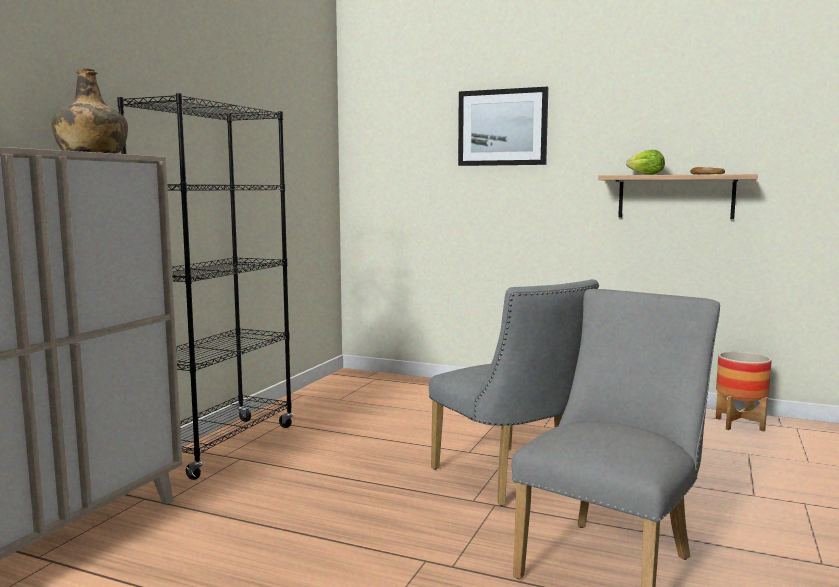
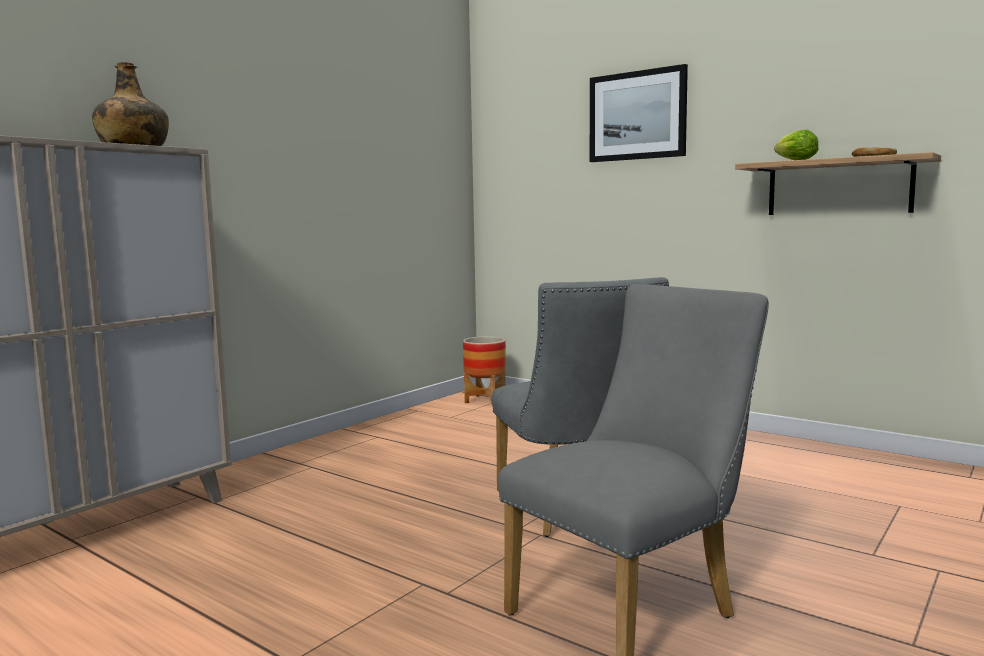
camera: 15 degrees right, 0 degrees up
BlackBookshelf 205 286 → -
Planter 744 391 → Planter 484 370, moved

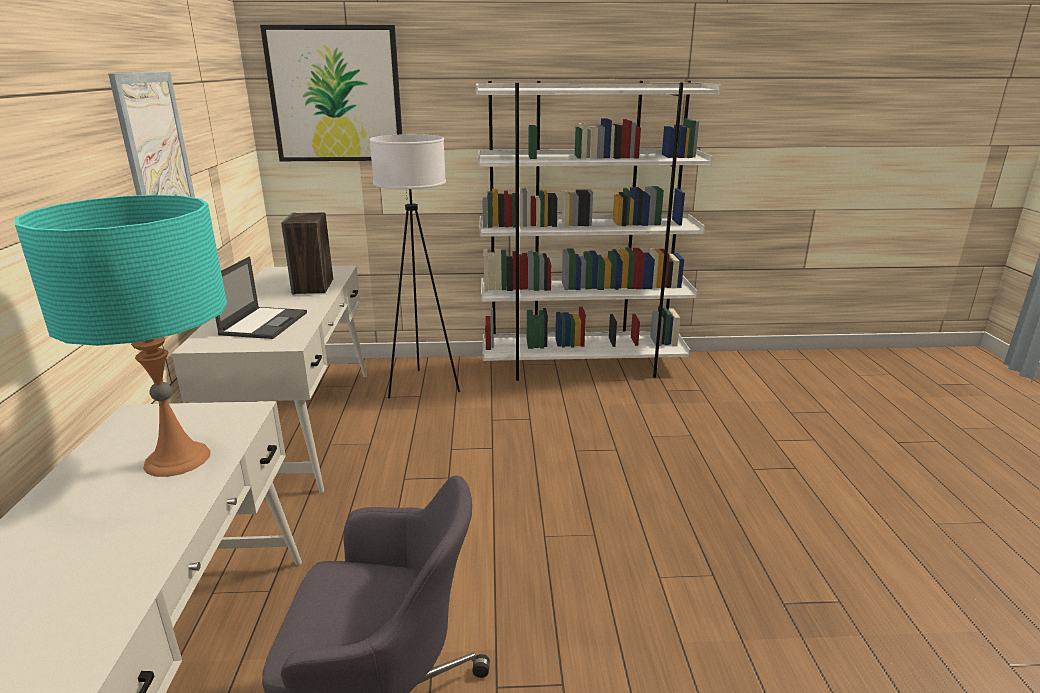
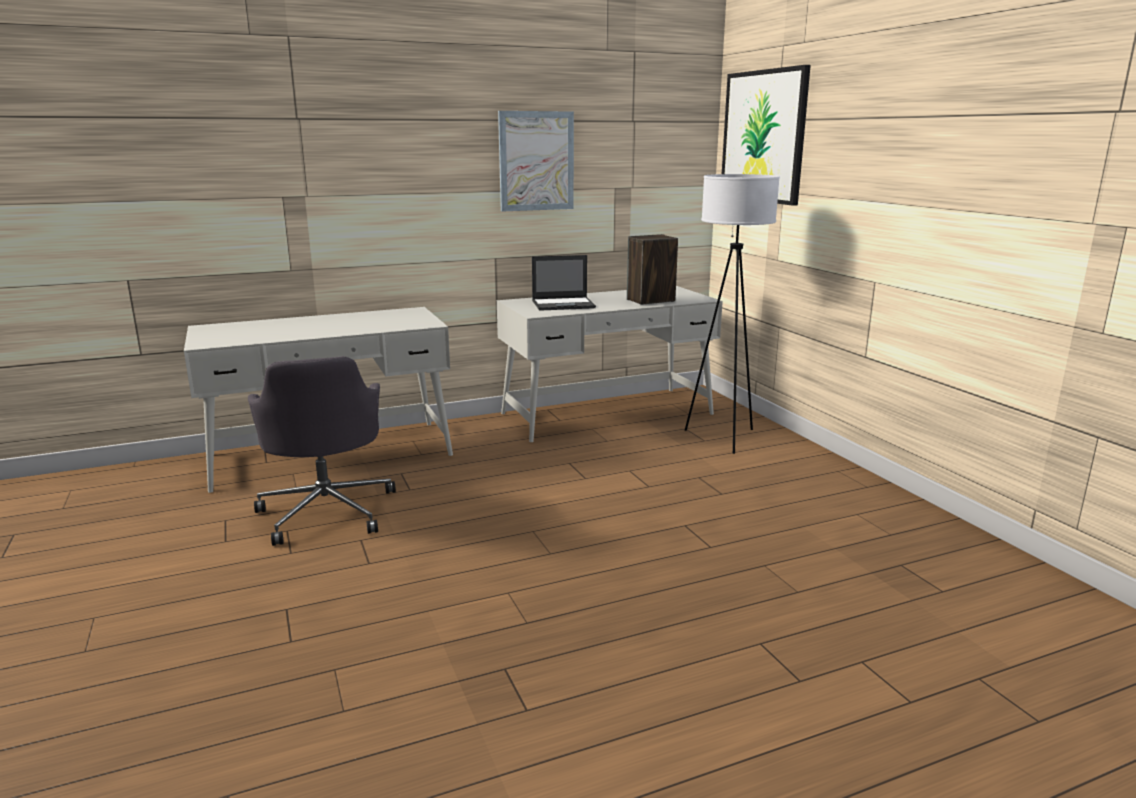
camera: 70 degrees right, 5 degrees down
WhiteColouredBookshelf 598 231 → -
TurquoiseTabletopLamp 121 336 → -

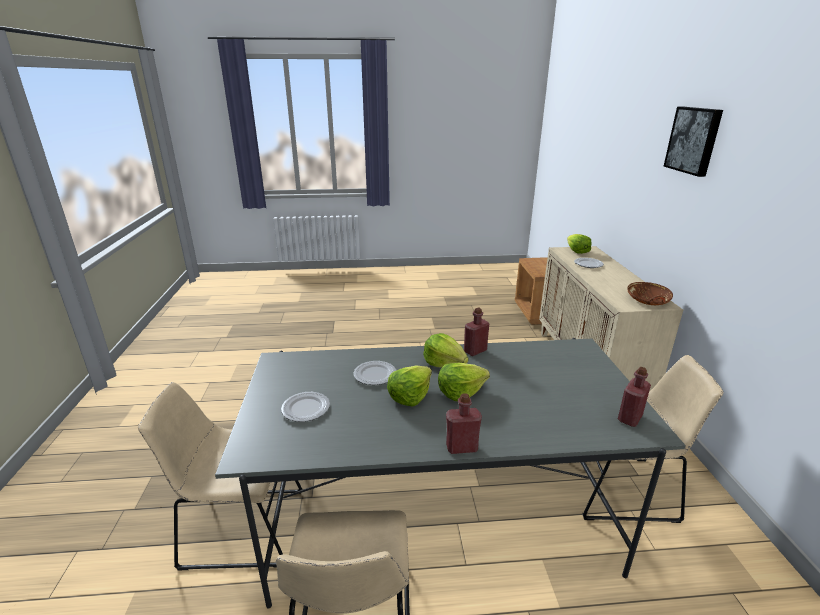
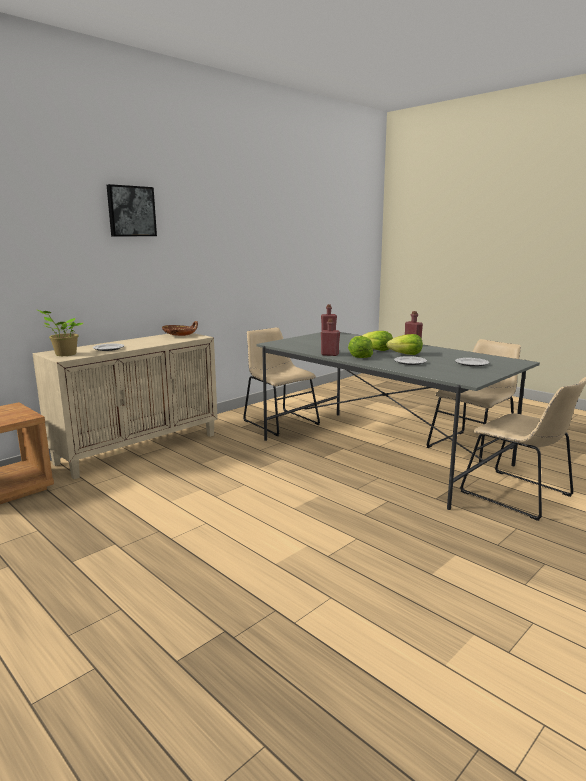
camera: 130 degrees left, 10 degrees down
Lettuce 579 244 → Houseplant 60 333

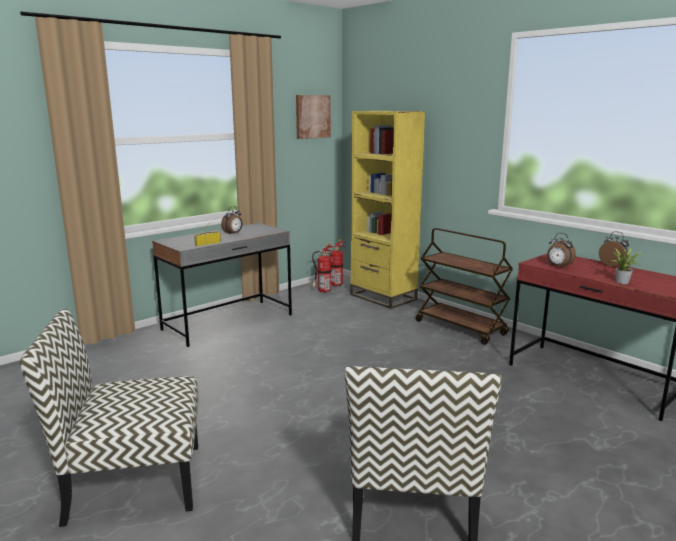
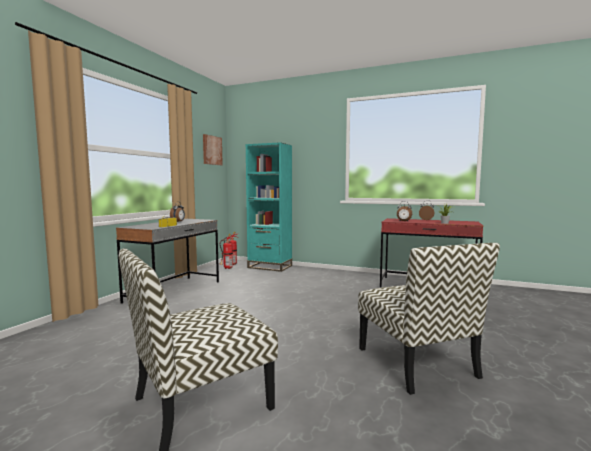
camera: 25 degrees left, 10 degrees down
YellowBookshelf 387 210 → TurquoiseBookshelf 269 207
BrownColouredCart 464 286 → -

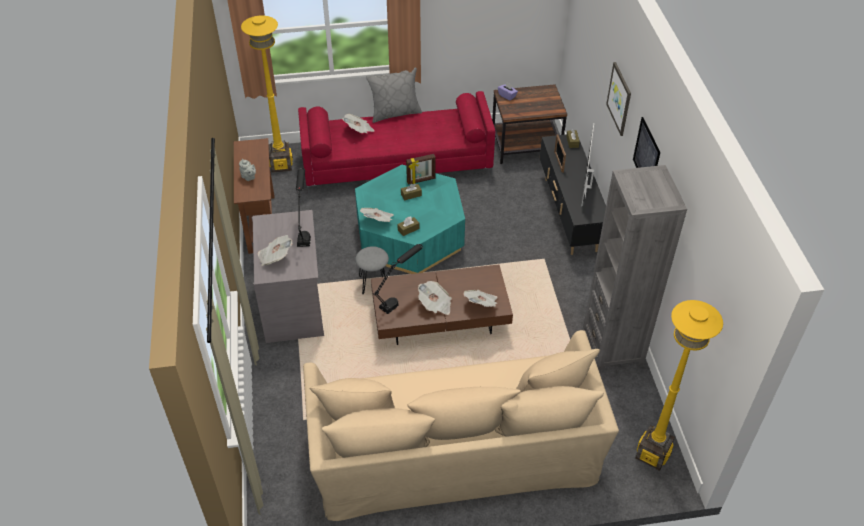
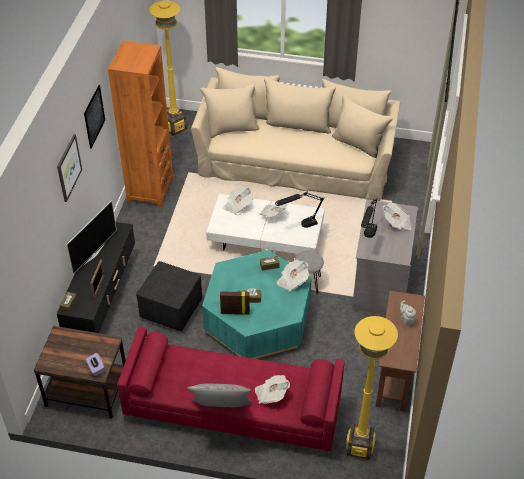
camera: 160 degrees left, 0 degrees up
GreyBookshelf 635 267 → OrangeBookshelf 140 124
BrownColouredCoffeeTable 442 305 → WhiteColouredCoffeeTable 265 224
- → BlackFootrest 169 296

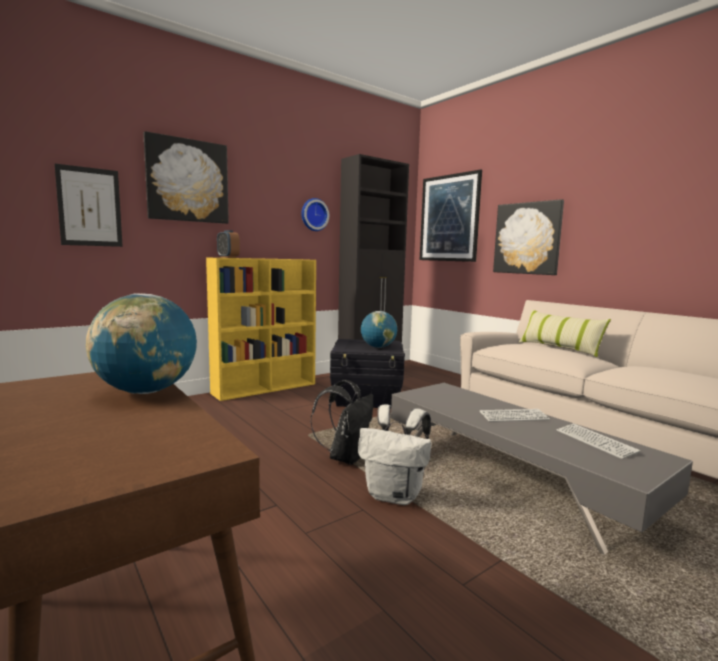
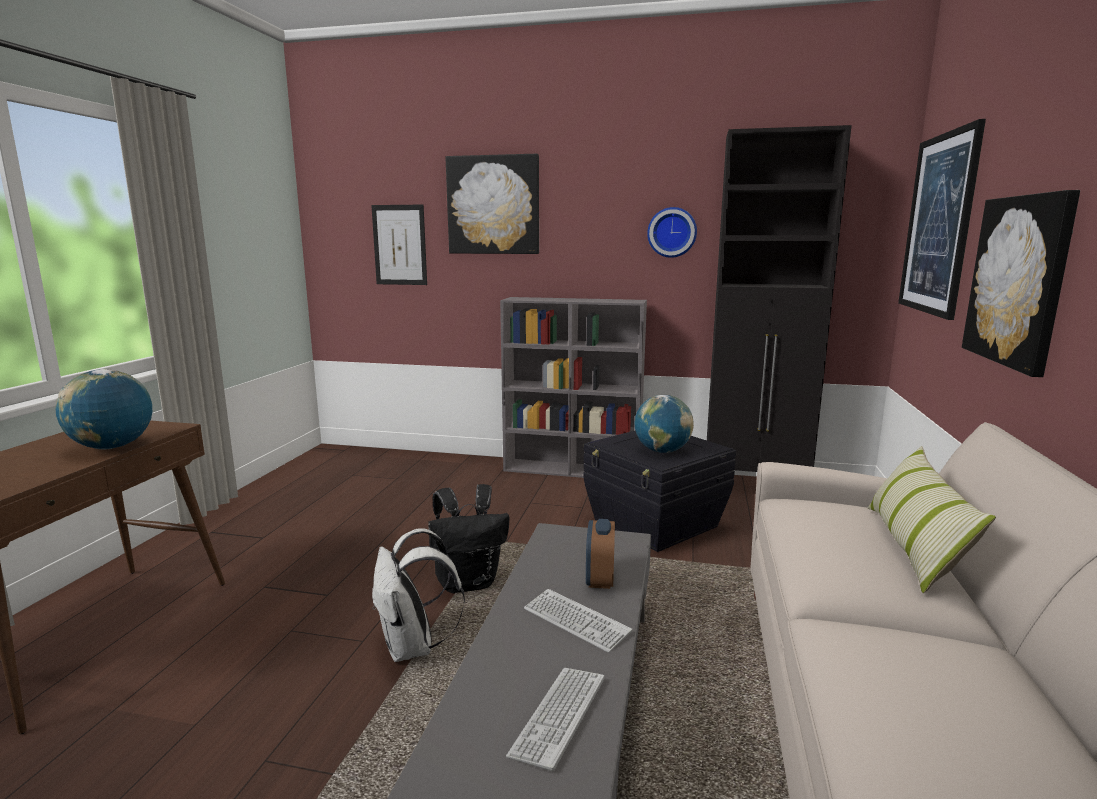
camera: 50 degrees right, 5 degrees up
BedsideClock 228 244 → BedsideClock 600 554, moved
YellowBookshelf 261 329 → GreyBookshelf 573 387

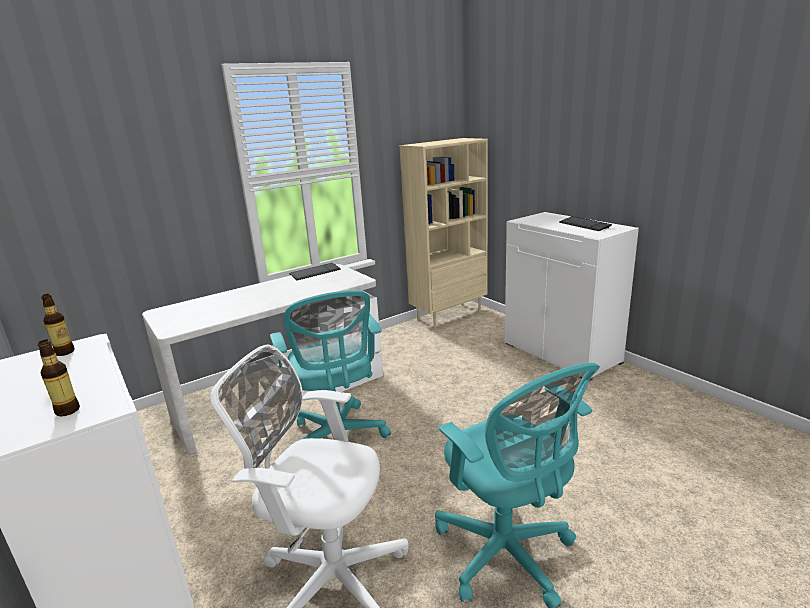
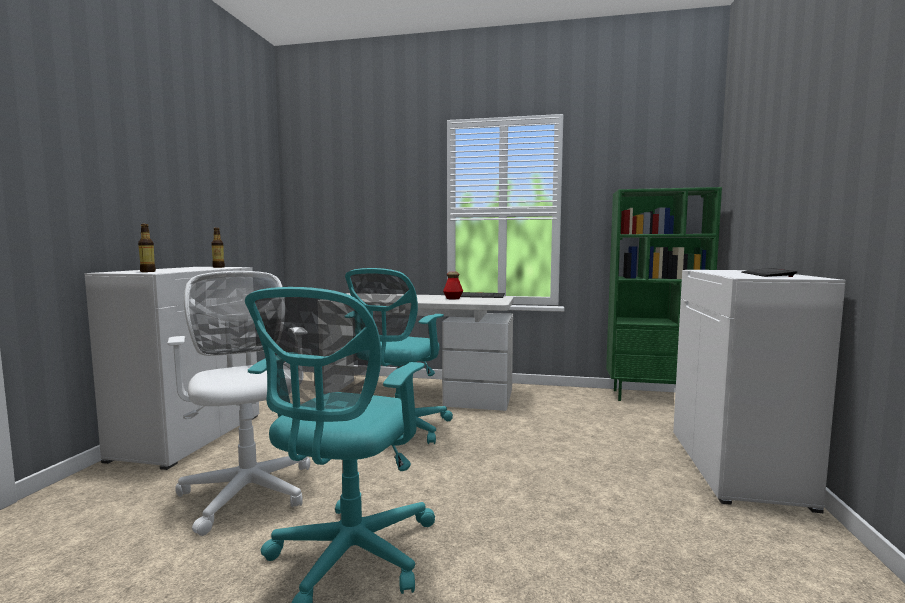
camera: 45 degrees right, 15 degrees down
BeigeColouredBookshelf 444 233 → GreenishBookshelf 664 294
- → DrinkBottle 453 285

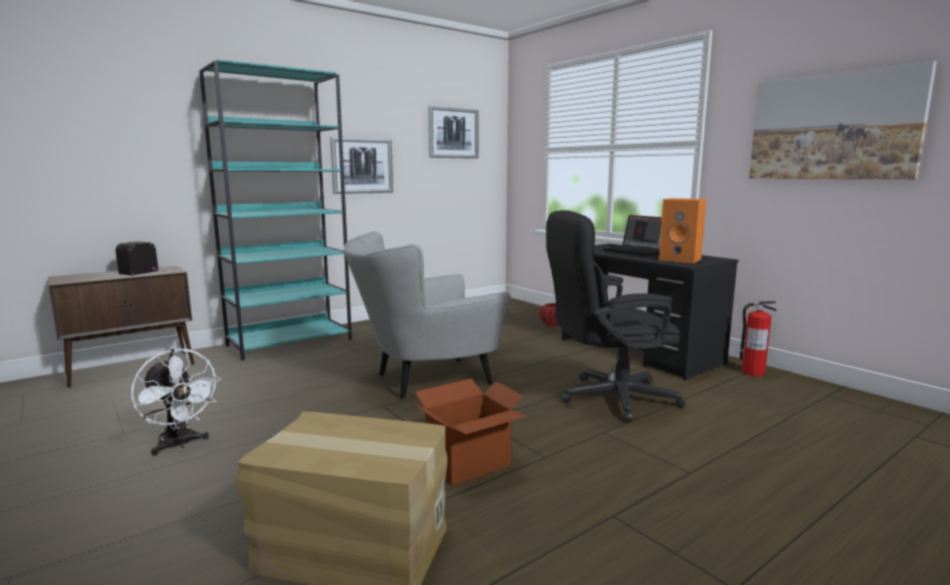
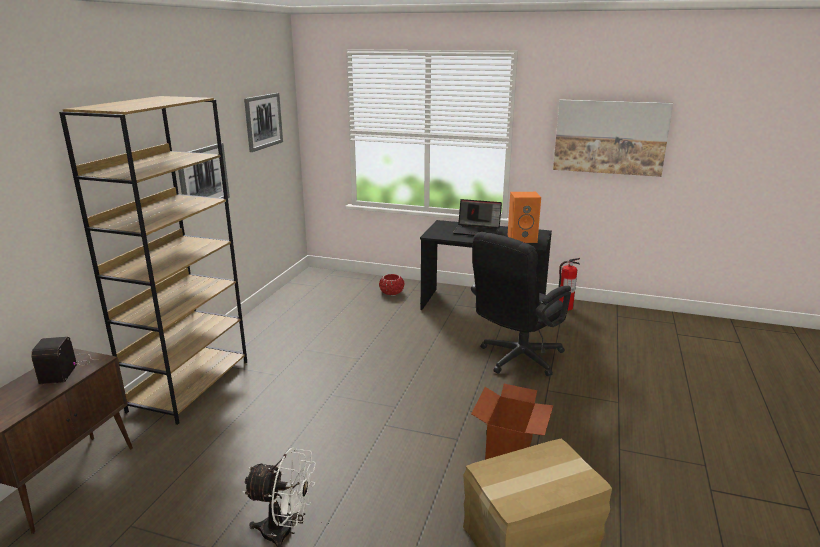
camera: 35 degrees left, 10 degrees up
TurquoiseBookshelf 275 209 → BrownColouredBookshelf 153 260
GreyEasyChair 427 315 → -

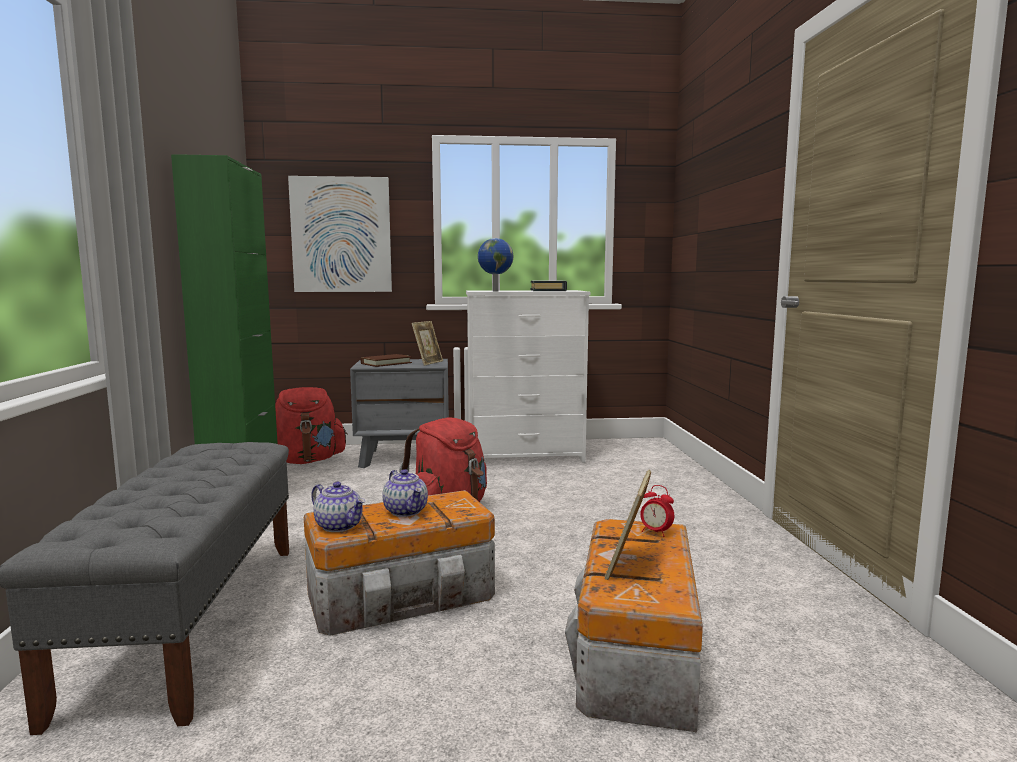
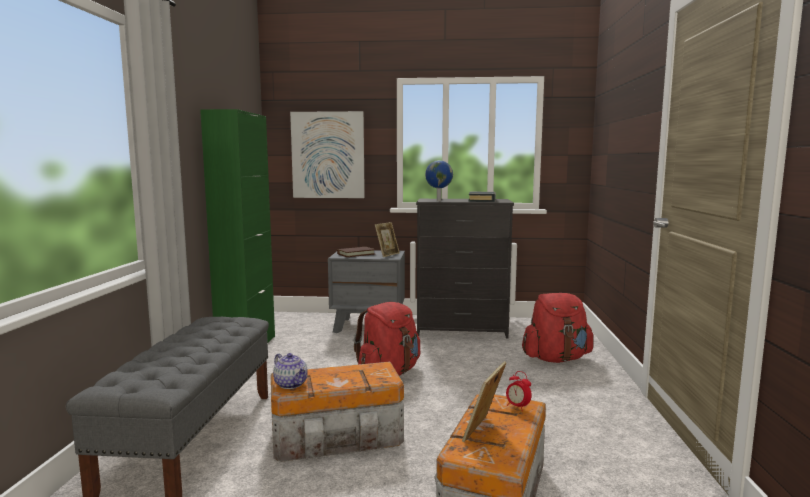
camera: 10 degrees right, 0 degrees up
WhiteColouredChestOfDrawers 528 376 → BlackChestOfDrawers 465 268
RedColouredRucksack 311 425 → RedColouredRucksack 557 328, moved
TeaPot 405 493 → -

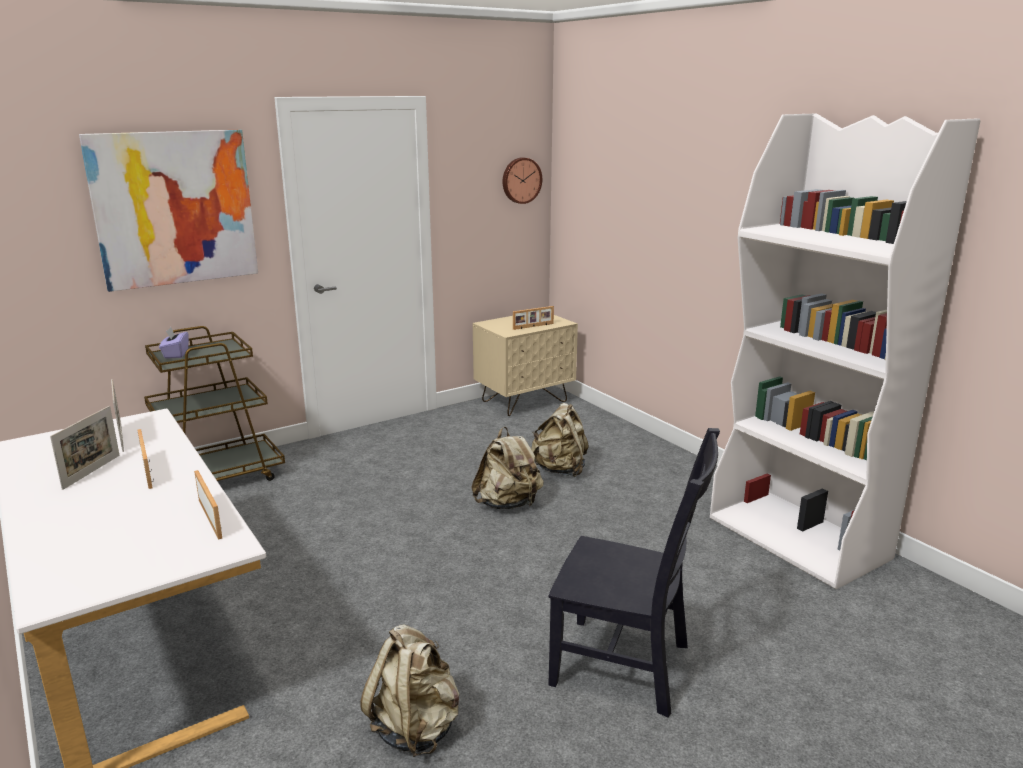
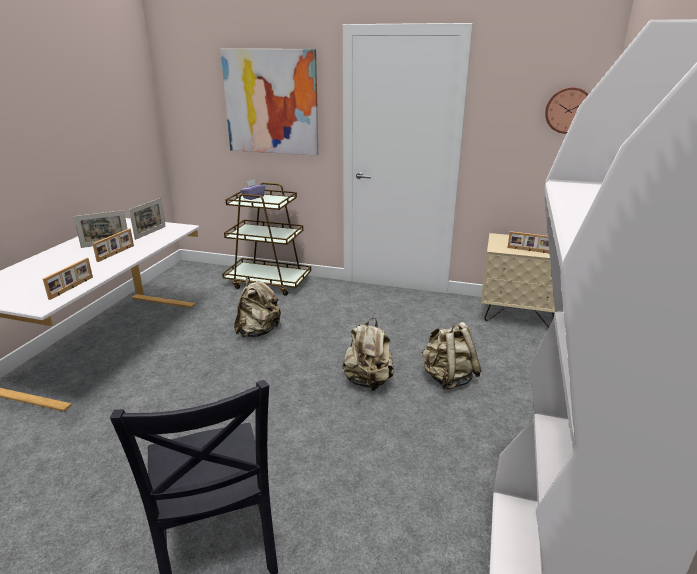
camera: 50 degrees right, 5 degrees up
BeigeColouredRucksack 410 691 → BeigeColouredRucksack 257 307, moved

